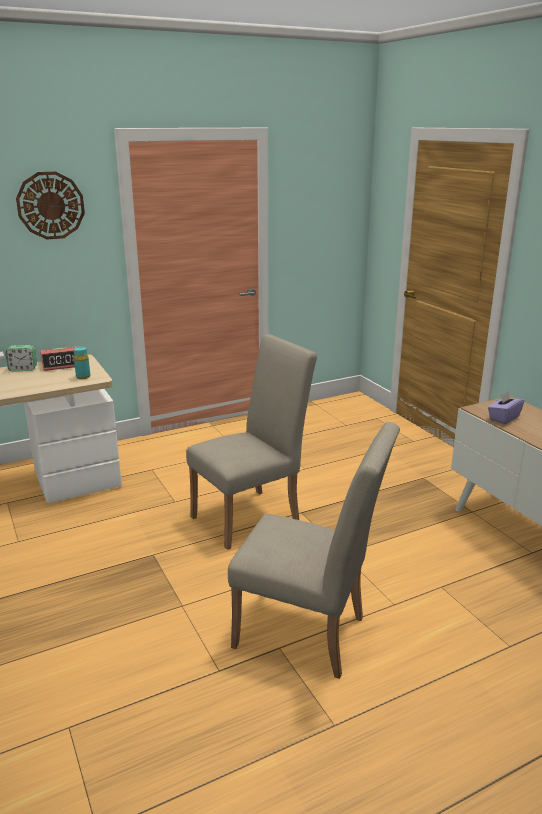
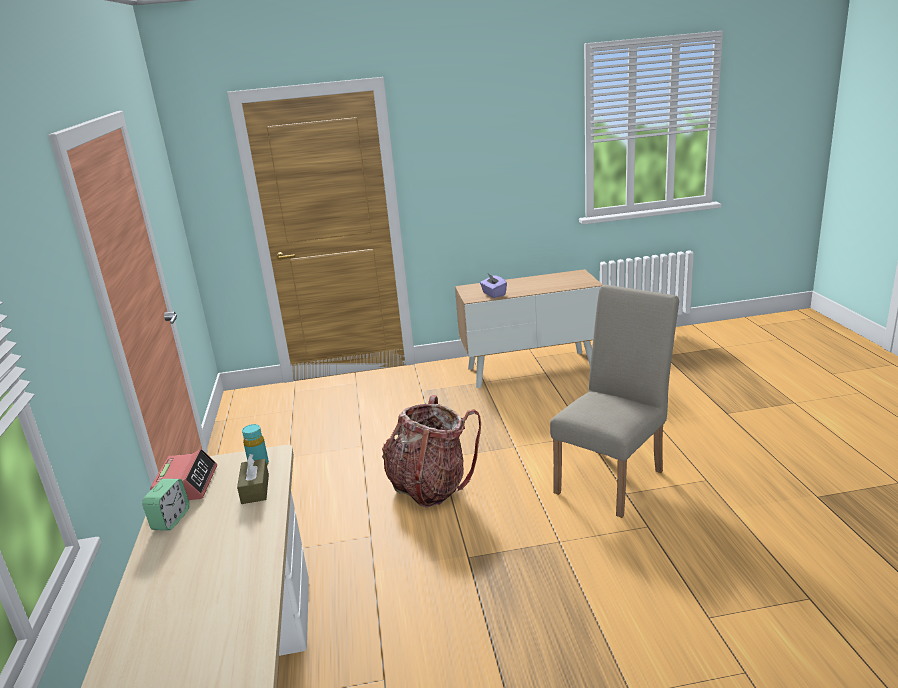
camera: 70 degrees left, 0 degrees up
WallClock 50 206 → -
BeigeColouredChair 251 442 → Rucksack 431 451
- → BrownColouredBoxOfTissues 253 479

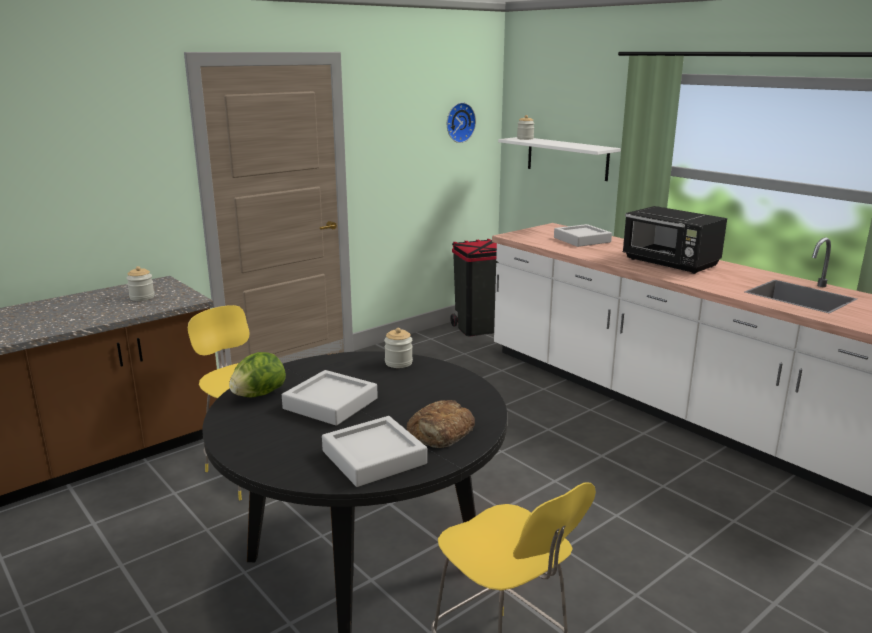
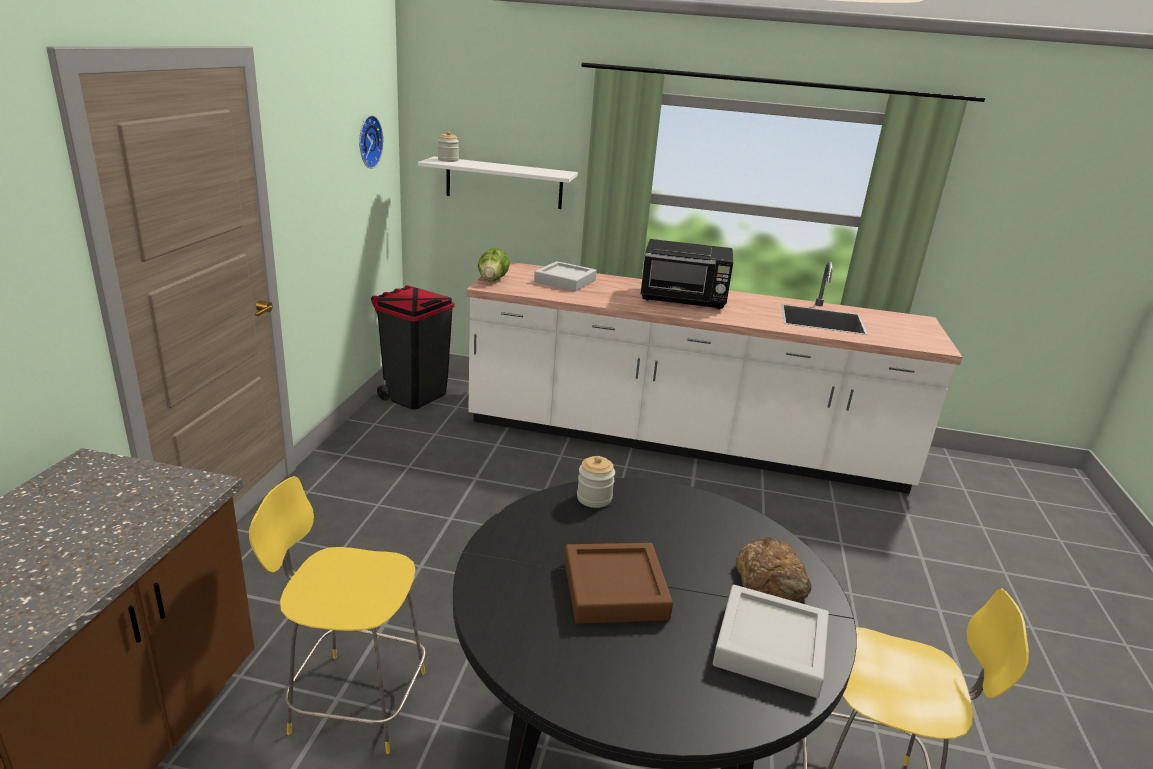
camera: 40 degrees left, 5 degrees up
StorageJar 140 283 → -
Lettuce 257 374 → Lettuce 494 264, moved
GreyCarryingTray 330 398 → BrownColouredCarryingTray 619 583

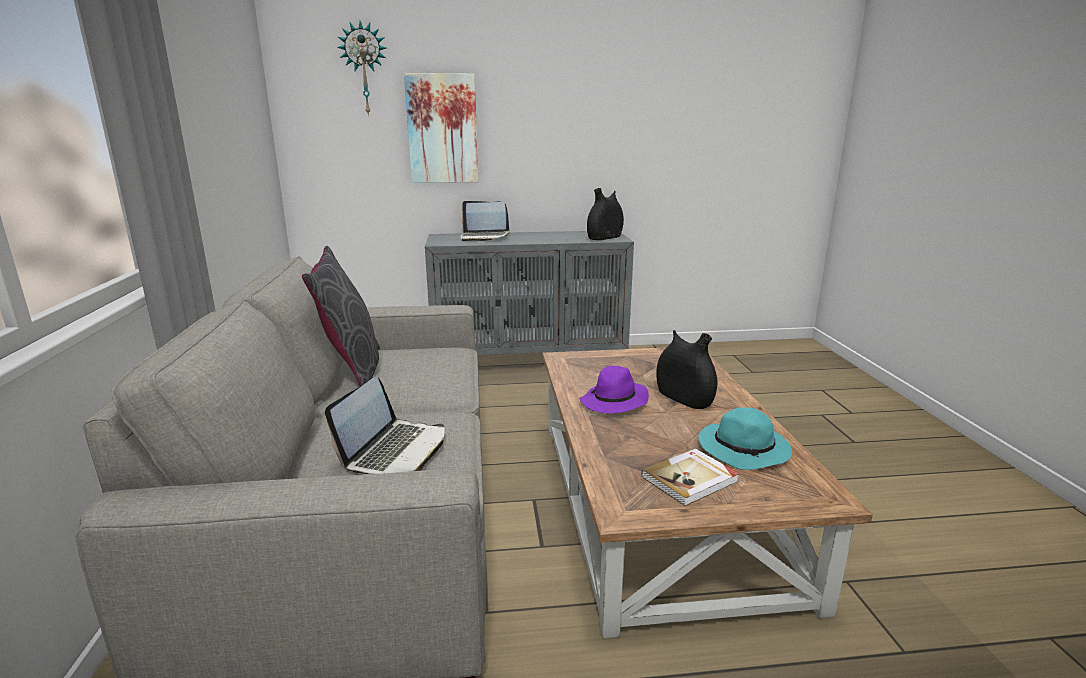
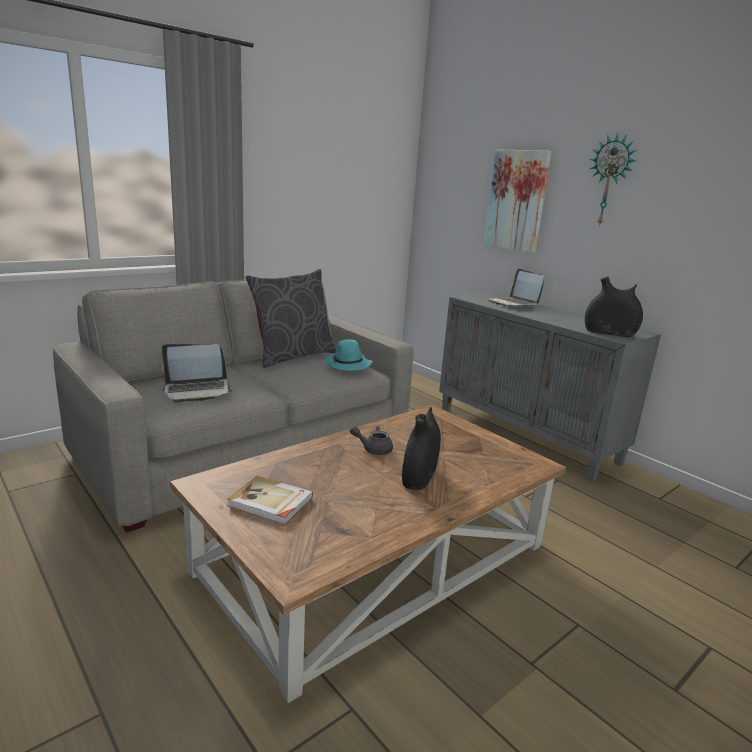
camera: 55 degrees right, 0 degrees up
WallClock 361 68 → WallClock 613 180, moved
PurpleWearableHat 614 389 → GreyTeaPot 371 440
TurquoiseWearableHat 745 438 → TurquoiseWearableHat 349 355, moved

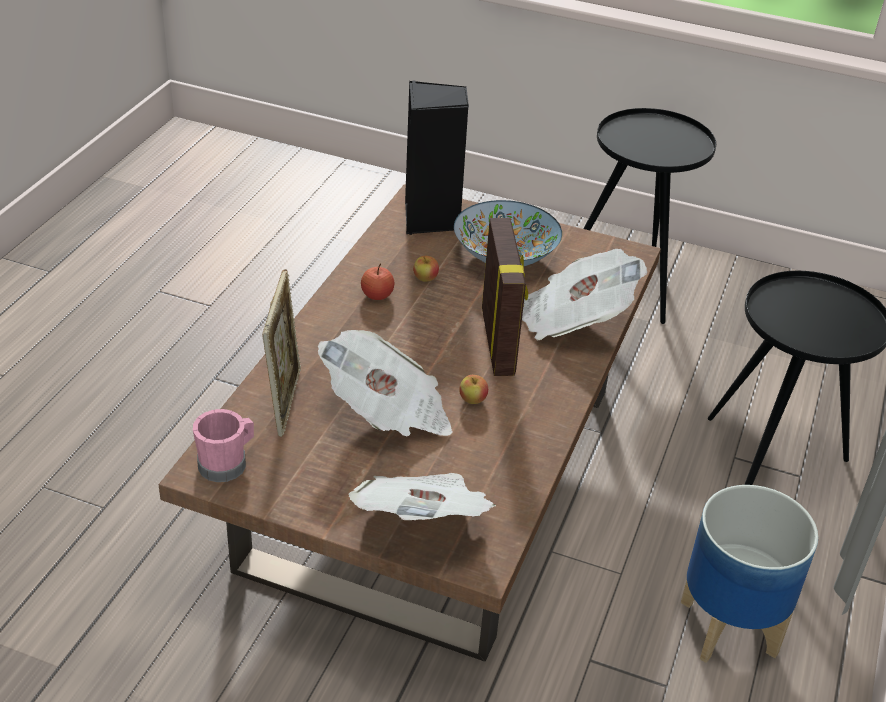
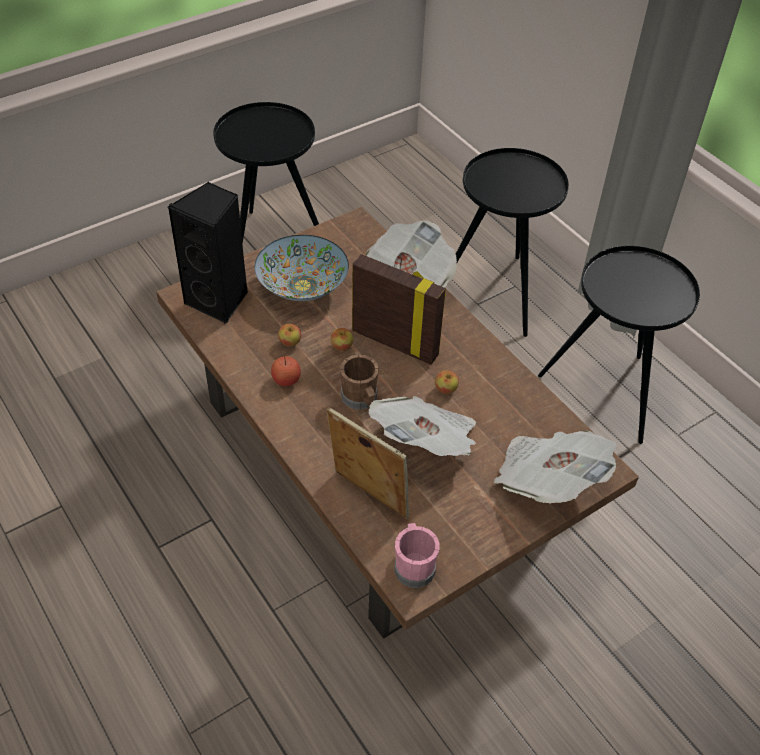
camera: 55 degrees left, 10 degrees up
Planter 749 574 → BlackAccentTable 619 345
- → AppleFruit 342 339
- → BrownColouredTeaMug 359 382

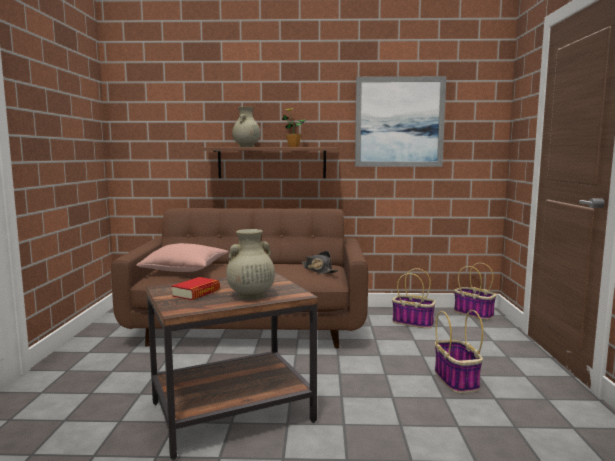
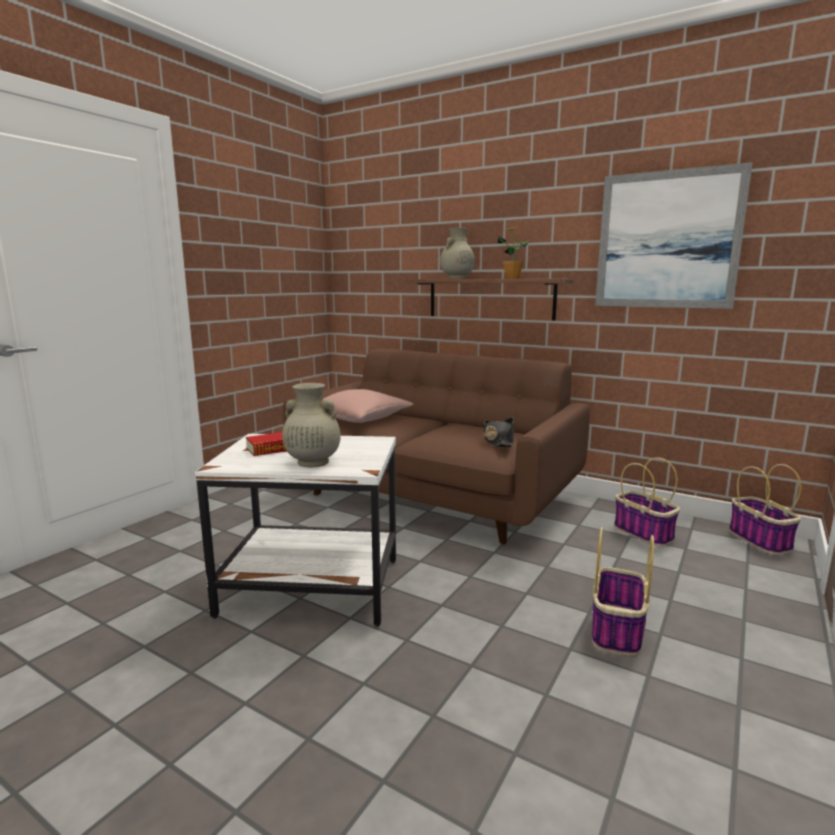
camera: 30 degrees right, 5 degrees up
BrownColouredAccentTable 232 366 → WhiteColouredAccentTable 295 530

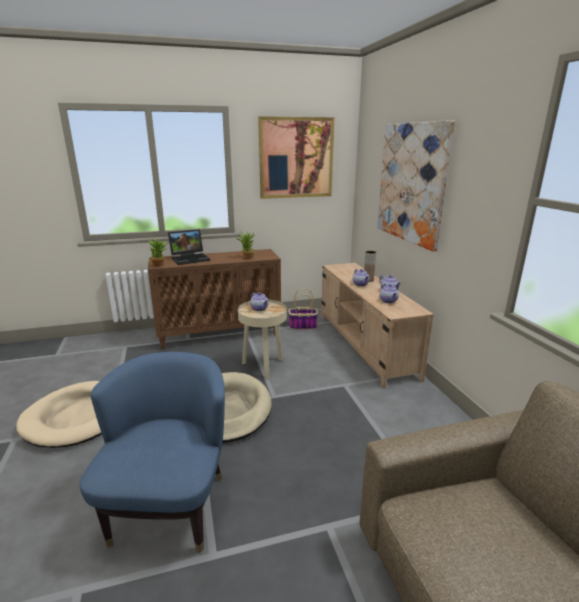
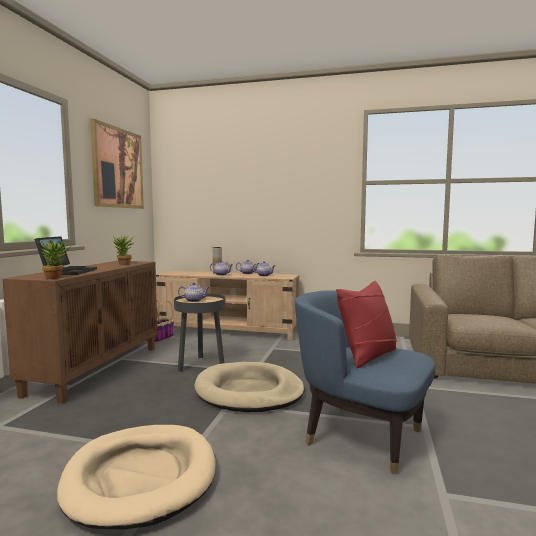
camera: 60 degrees left, 15 degrees down
Picture 416 185 → -
BeigeColouredAccentTable 262 339 → BlackAccentTable 200 332
- → RedColouredThrowPillow 366 324

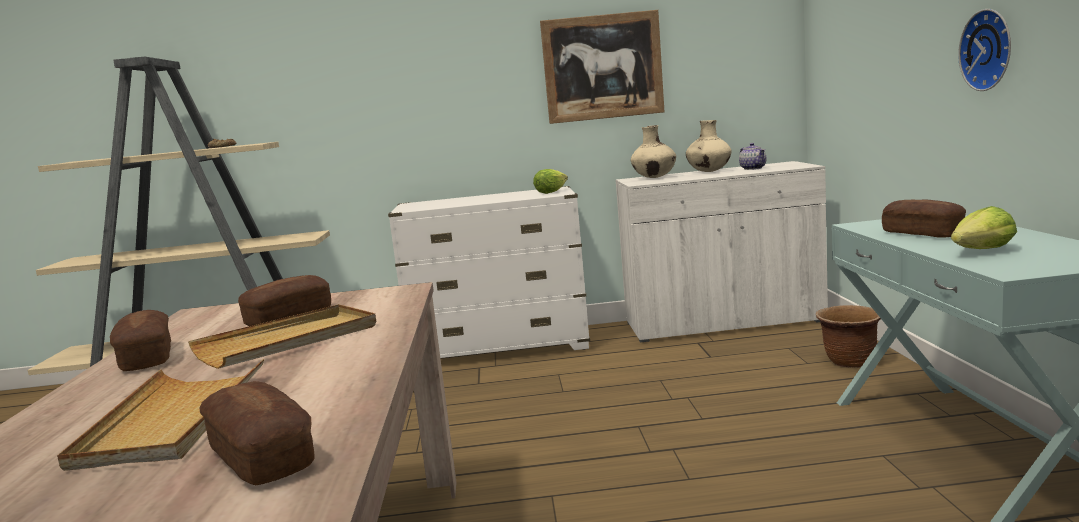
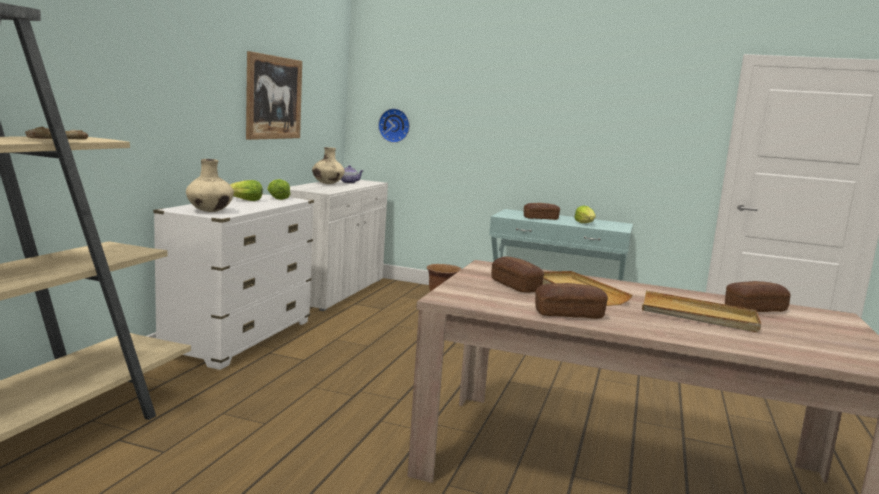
camera: 70 degrees left, 0 degrees up
WallClock 984 50 → WallClock 394 125, moved
BeigeColouredVase 653 151 → BeigeColouredVase 210 185, moved
- → Lettuce 246 190

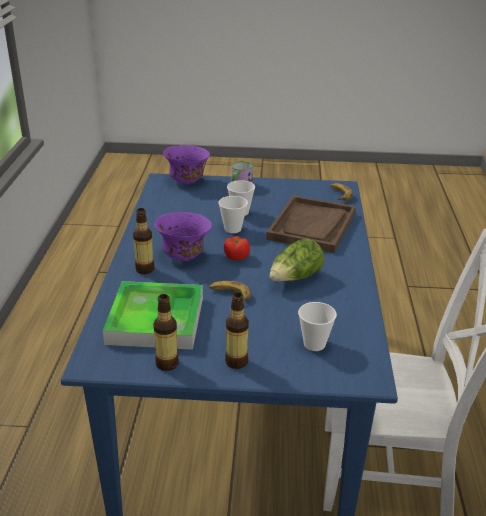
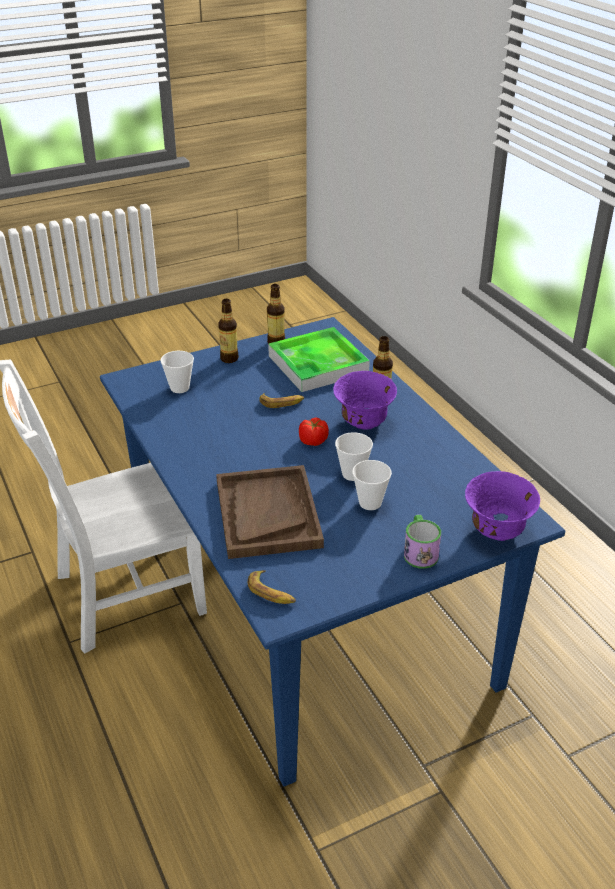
camera: 150 degrees right, 5 degrees up
Lettuce 296 260 → -

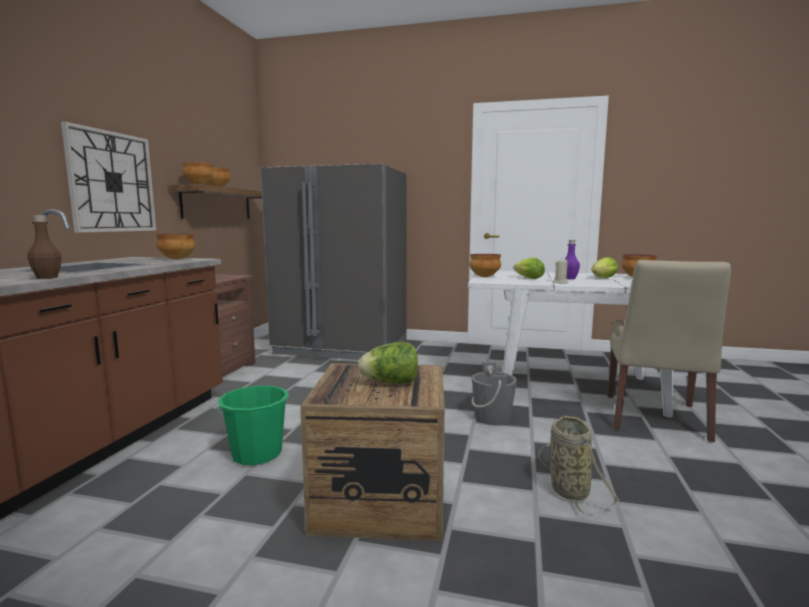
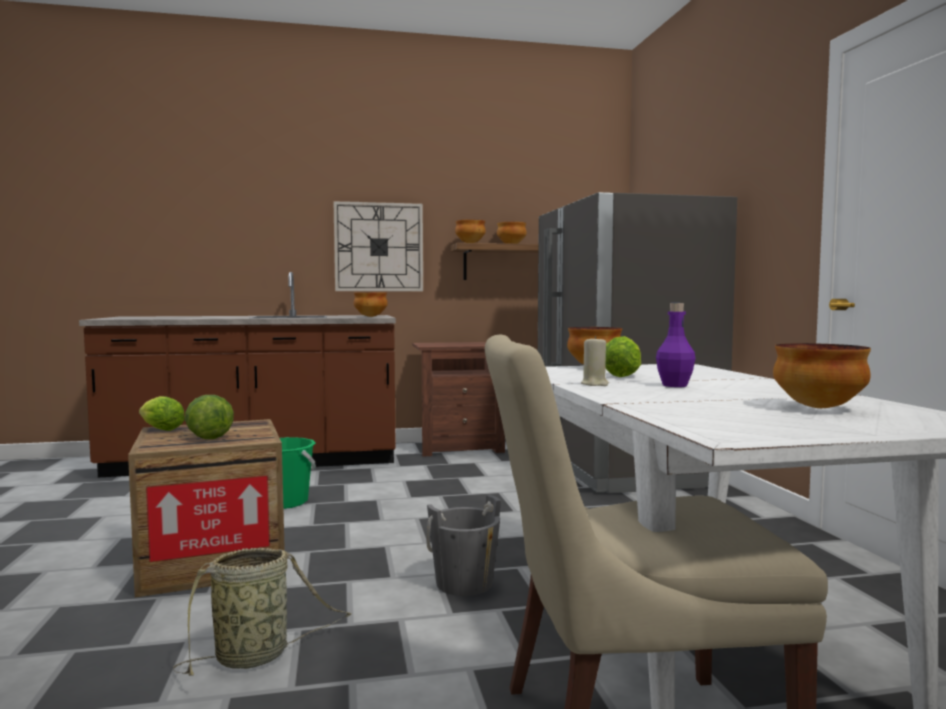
camera: 65 degrees right, 5 degrees down
BrownColouredDrinkBottle 44 247 → -
Lettuce 605 267 → Lettuce 162 413, moved

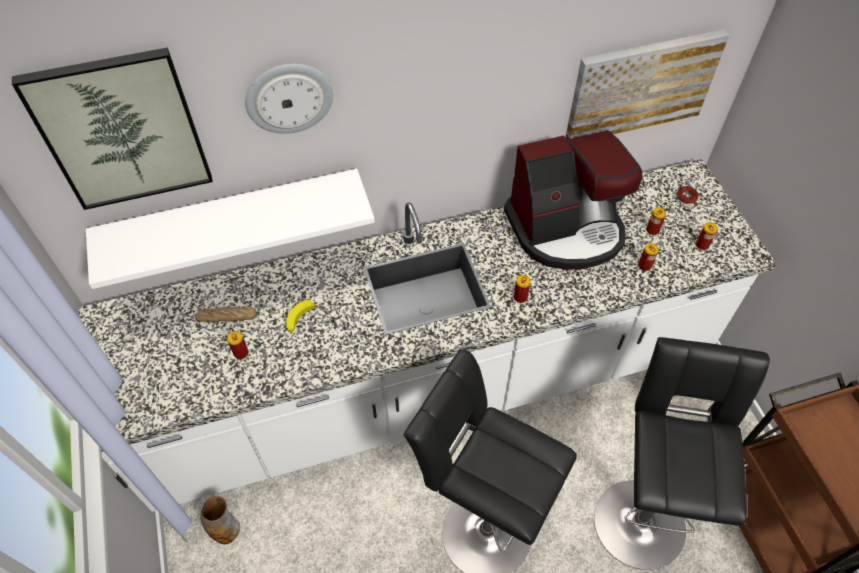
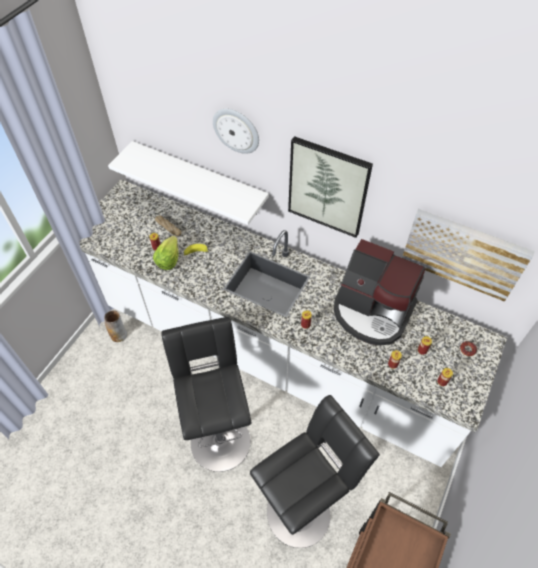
camera: 45 degrees right, 0 degrees up
Picture 112 128 → Picture 330 187, moved
- → Lettuce 165 253

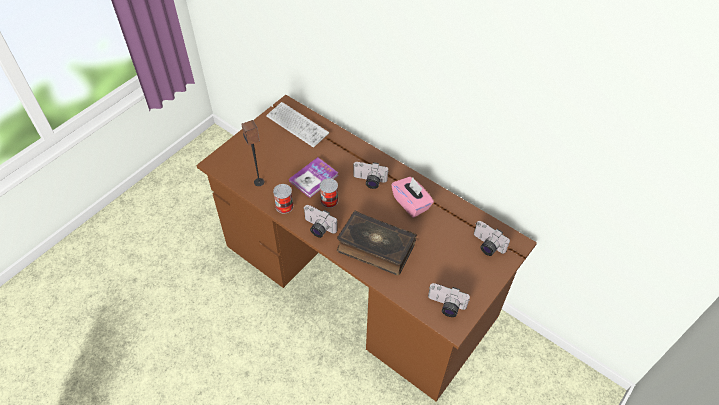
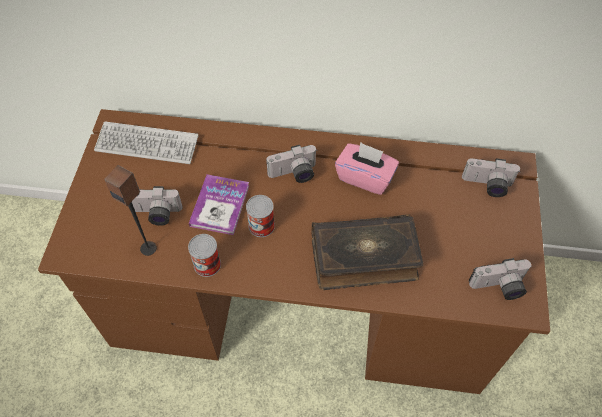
camera: 30 degrees left, 5 degrees up
StillCamera 321 221 → StillCamera 157 206, moved

